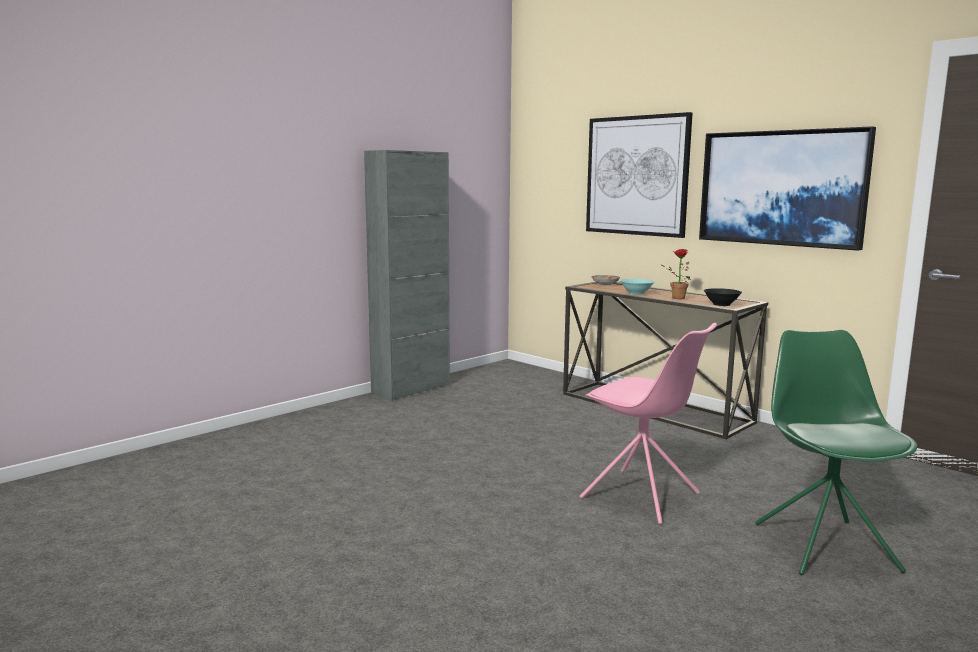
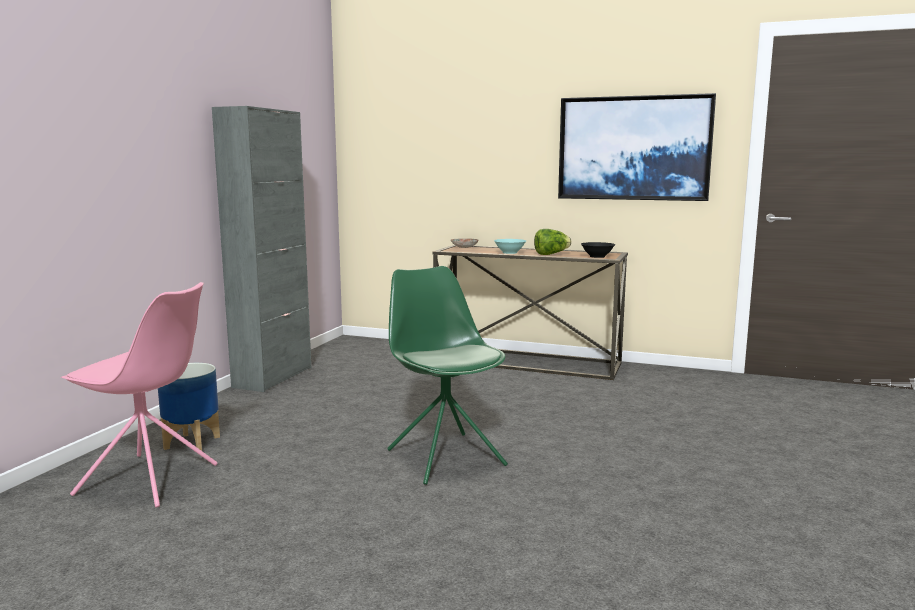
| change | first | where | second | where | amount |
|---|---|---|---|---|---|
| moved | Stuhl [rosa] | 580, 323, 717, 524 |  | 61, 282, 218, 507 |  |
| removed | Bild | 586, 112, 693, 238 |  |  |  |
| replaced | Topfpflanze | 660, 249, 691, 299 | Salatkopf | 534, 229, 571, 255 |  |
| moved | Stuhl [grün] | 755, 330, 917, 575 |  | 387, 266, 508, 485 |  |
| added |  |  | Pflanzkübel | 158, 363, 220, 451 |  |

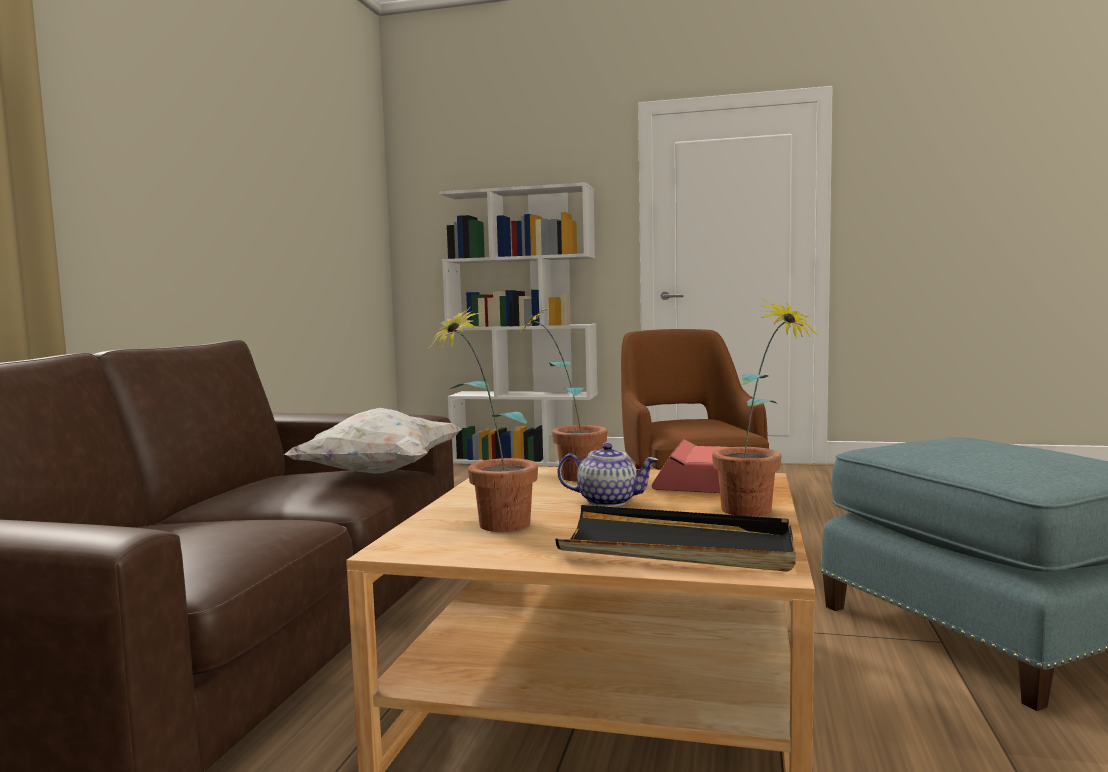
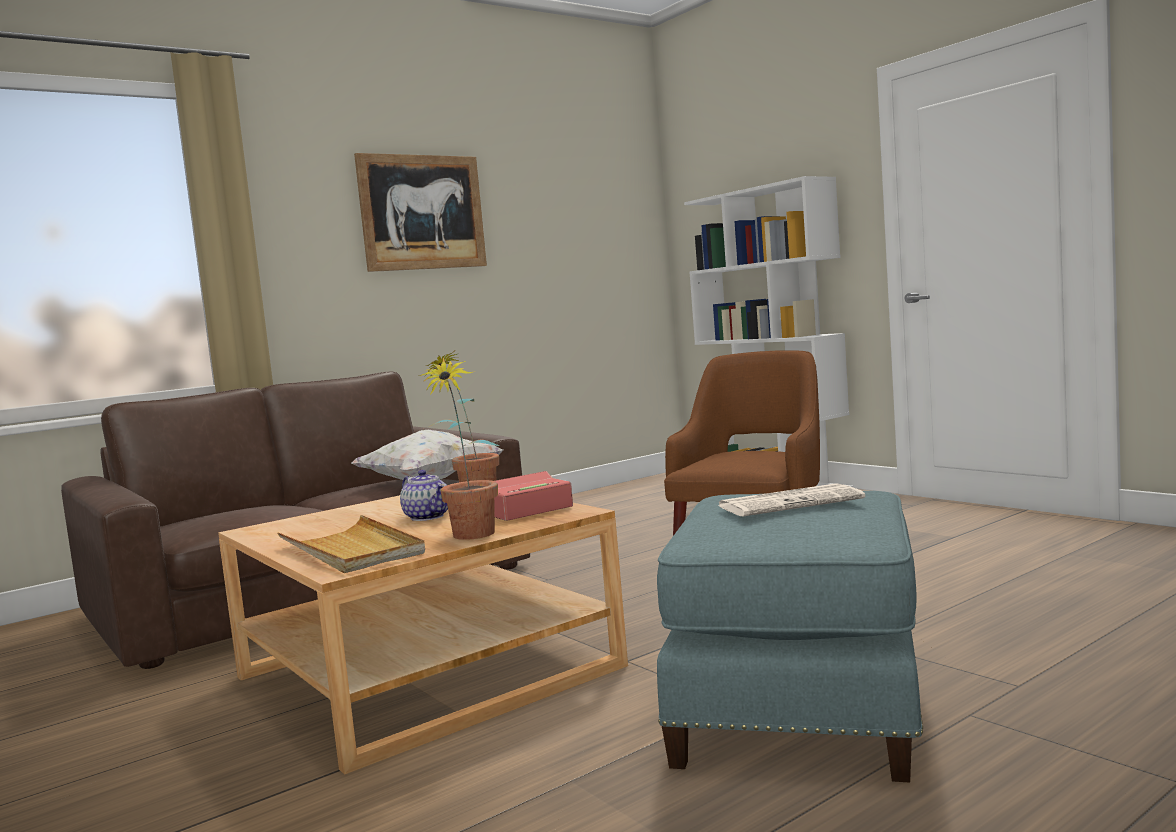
| change | first | where | second | where | amount |
|---|---|---|---|---|---|
| removed | Topfpflanze | 430, 306, 538, 532 |  |  |  |
| recoloured | Tablett [schwarz] | 555, 505, 795, 572 | Tablett [beige] | 278, 515, 425, 573 |  |
| added |  |  | Bild | 354, 153, 487, 272 |  |
| added |  |  | Zeitung | 718, 483, 865, 516 |  |

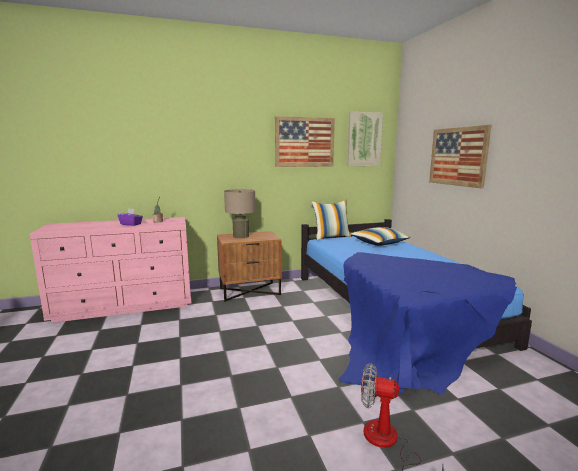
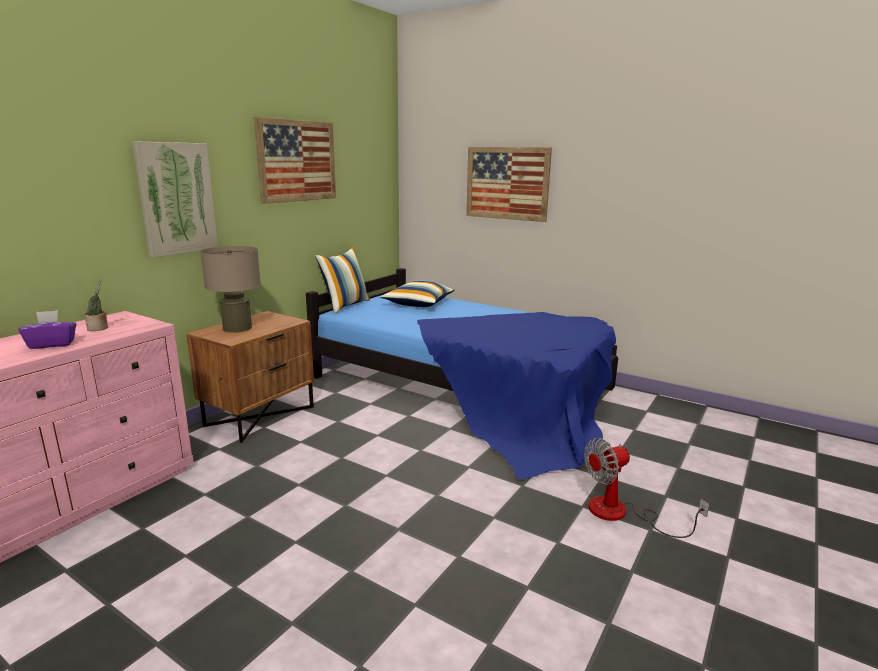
| change | first | where | second | where | amount |
|---|---|---|---|---|---|
| moved | Bild | 347, 112, 383, 166 |  | 132, 141, 218, 258 |  |

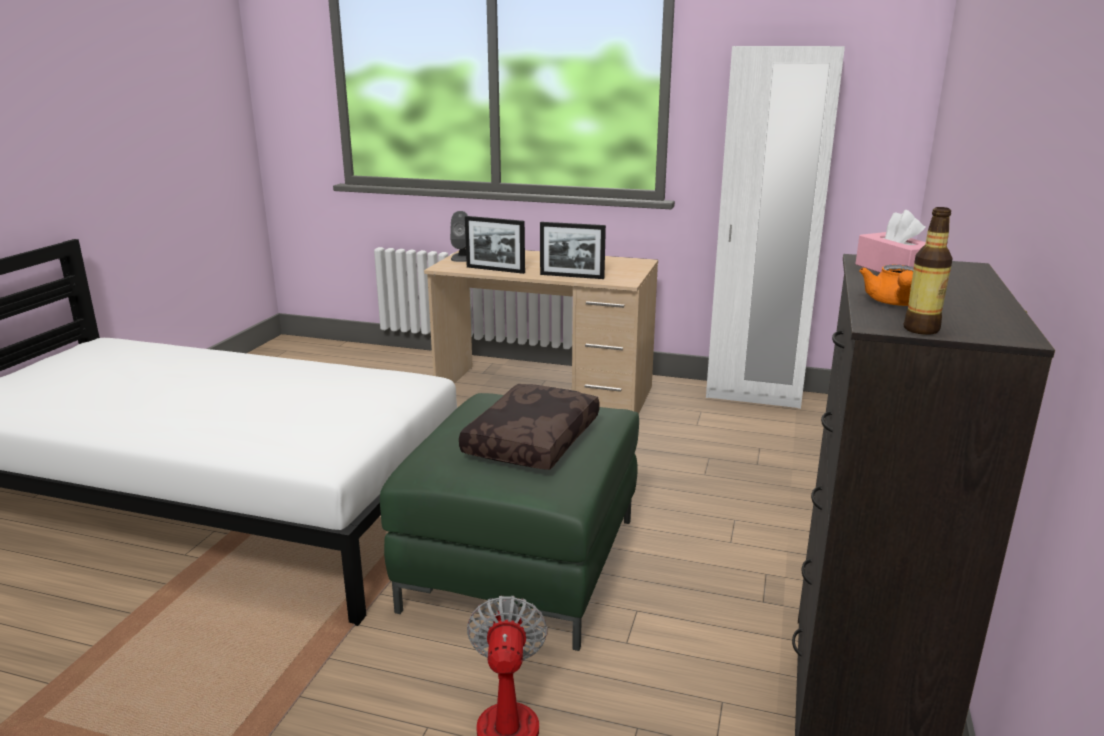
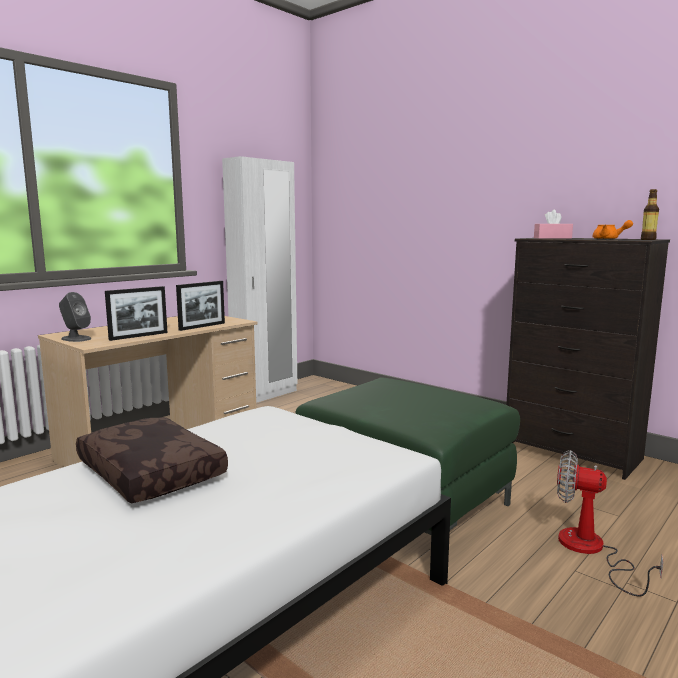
| change | first | where | second | where | amount |
|---|---|---|---|---|---|
| moved | Kissen [braun] | 459, 384, 600, 470 |  | 76, 417, 228, 503 |  |

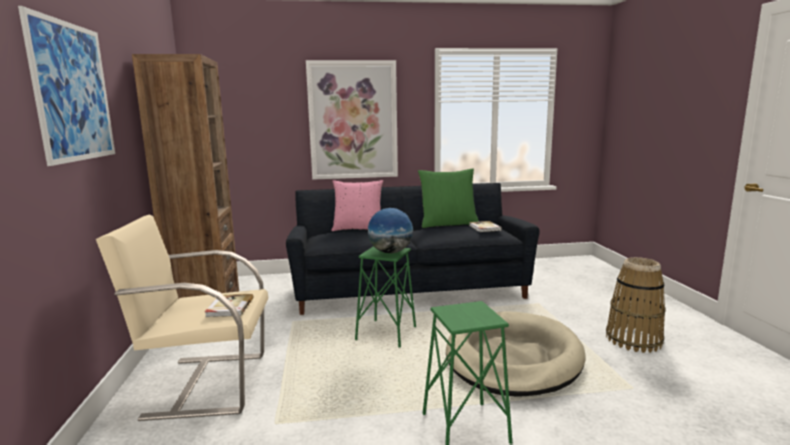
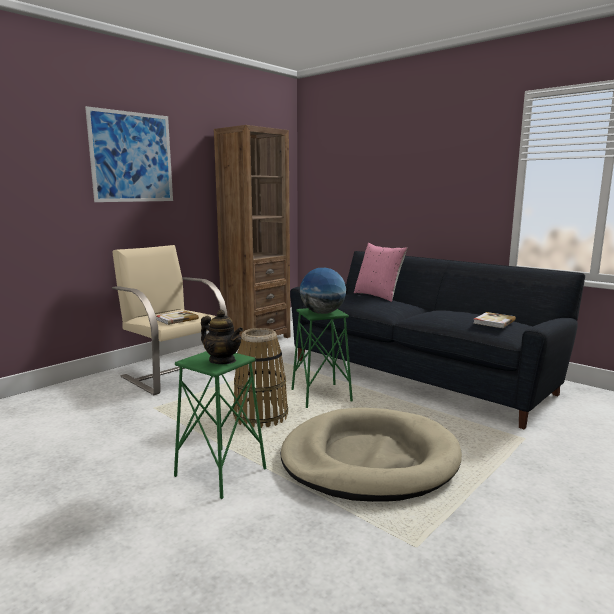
| change | first | where | second | where | amount |
|---|---|---|---|---|---|
| removed | Bild | 306, 60, 398, 180 |  |  |  |
| removed | Kissen [grün] | 418, 168, 479, 228 |  |  |  |
| moved | Korb | 606, 257, 666, 353 |  | 233, 328, 288, 428 |  |
| added |  |  | Teekanne | 201, 310, 243, 364 |  |

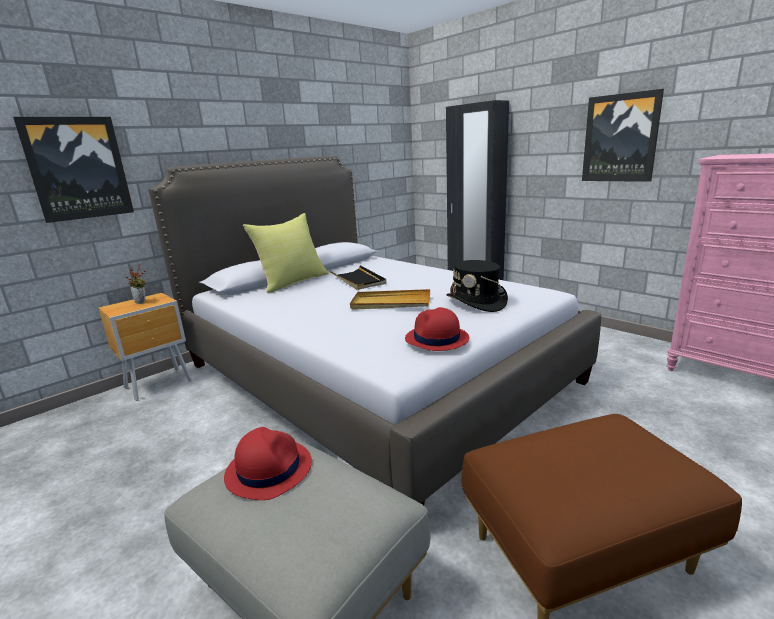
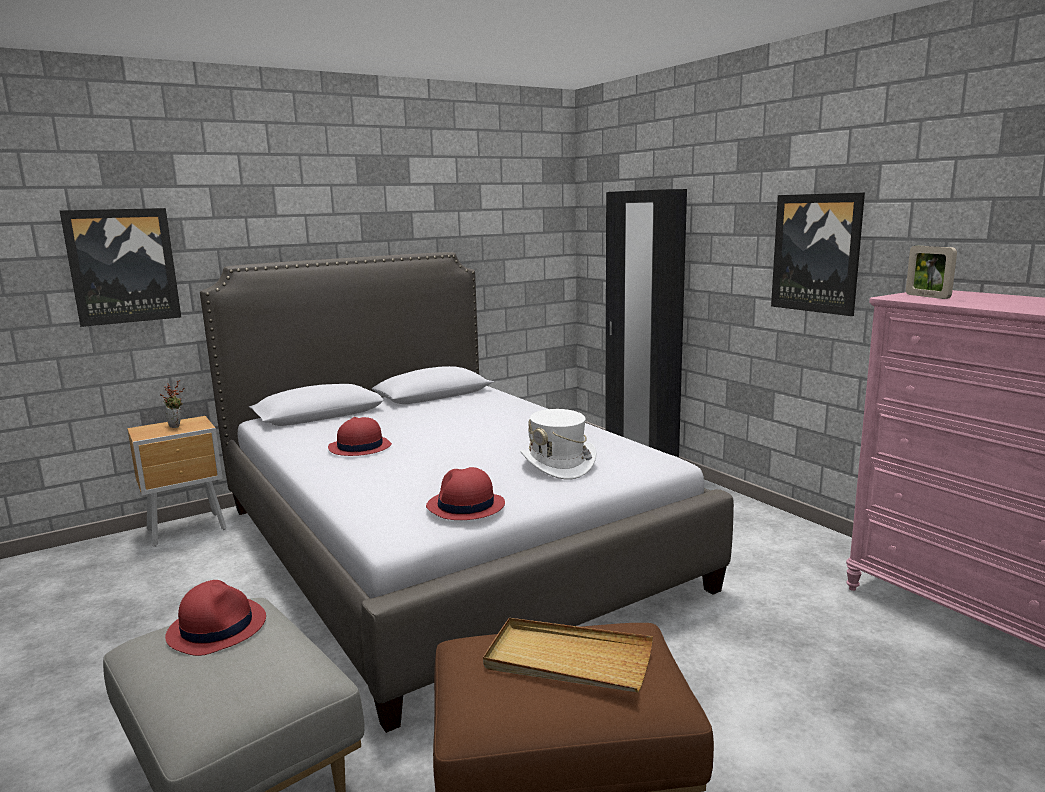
| change | first | where | second | where | amount |
|---|---|---|---|---|---|
| removed | Kissen [gelb] | 243, 213, 329, 293 |  |  |  |
| removed | Tablett [schwarz] | 330, 265, 387, 290 |  |  |  |
| moved | Tablett [beige] | 350, 289, 430, 310 |  | 483, 618, 653, 692 |  |
| recoloured | Hut [schwarz] | 446, 260, 508, 312 | Hut [weiß] | 520, 409, 596, 480 |  |
| added |  |  | Hut [rot] | 328, 417, 392, 456 |  |
| added |  |  | Bilderrahmen | 906, 246, 957, 299 |  |

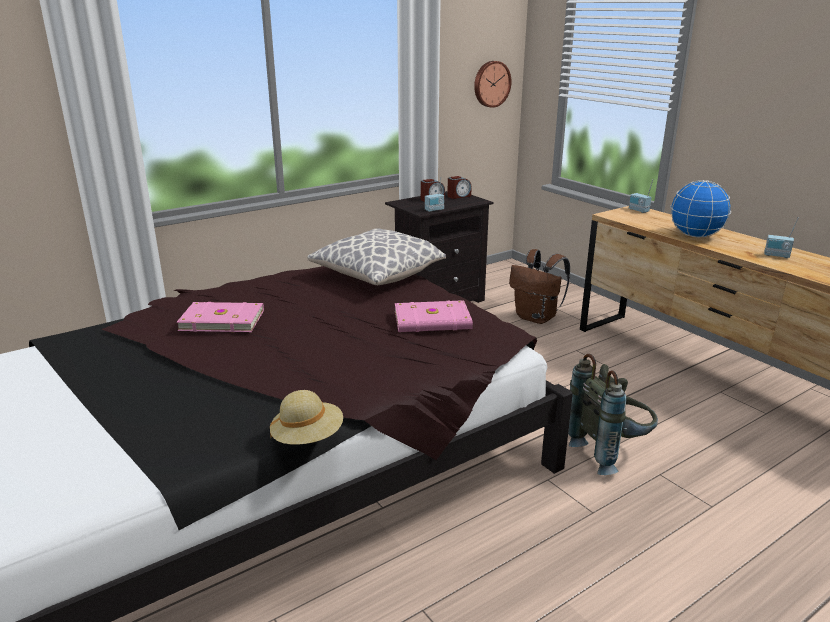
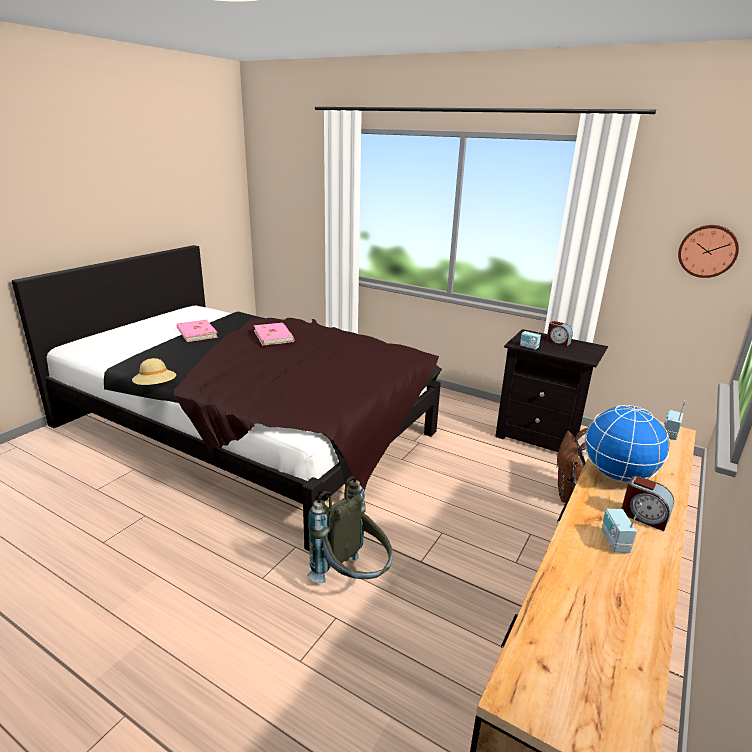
| change | first | where | second | where | amount |
|---|---|---|---|---|---|
| removed | Kissen | 308, 228, 446, 285 |  |  |  |
| moved | Buch [rosa] | 395, 300, 473, 332 |  | 176, 320, 218, 342 |  |
| moved | Wecker | 447, 176, 472, 199 |  | 621, 476, 674, 531 |  |

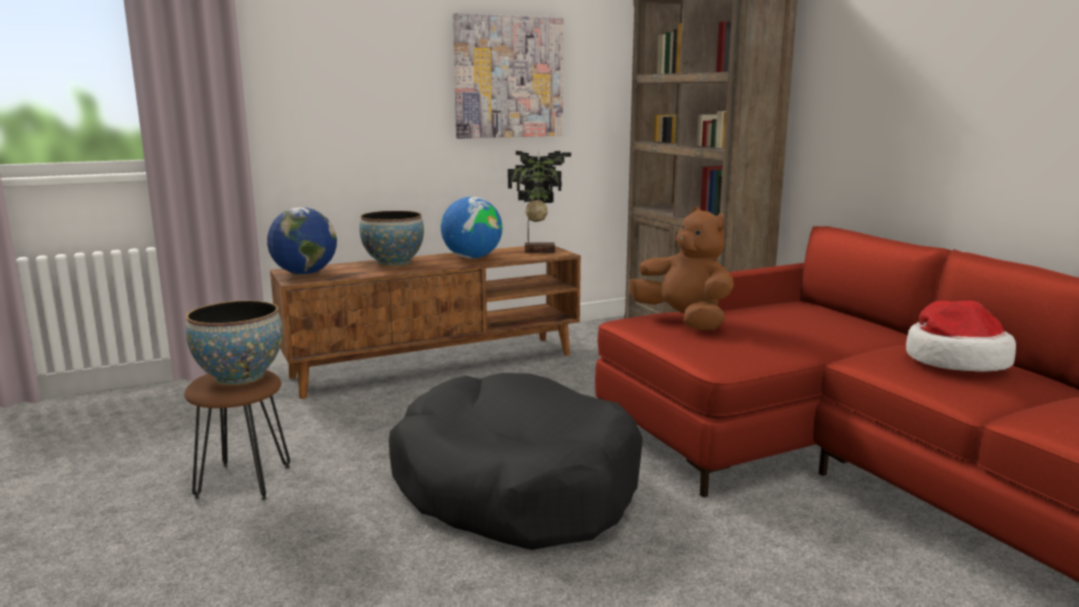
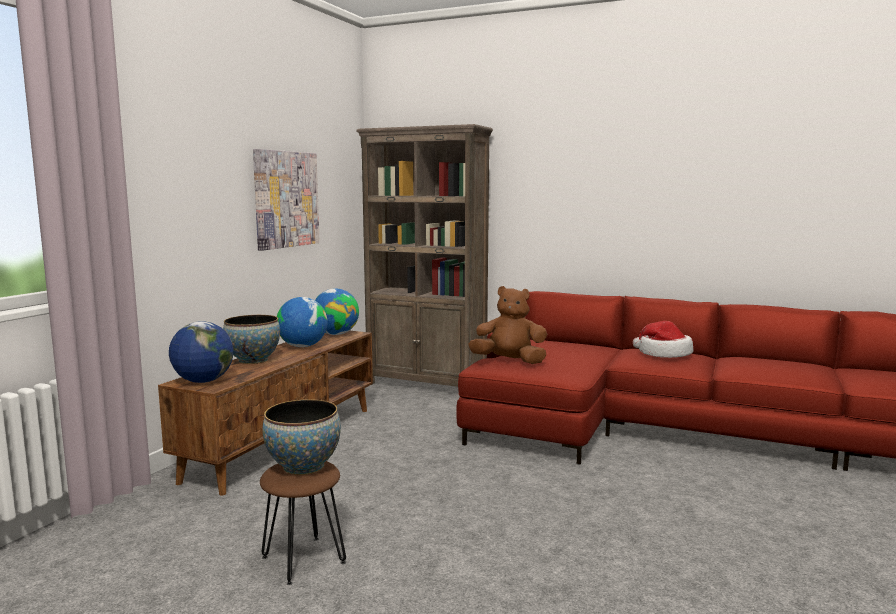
| change | first | where | second | where | amount |
|---|---|---|---|---|---|
| removed | Hundebett [schwarz] | 389, 373, 643, 550 |  |  |  |
| replaced | Topfpflanze | 508, 151, 571, 253 | Globus | 315, 289, 359, 335 |  |

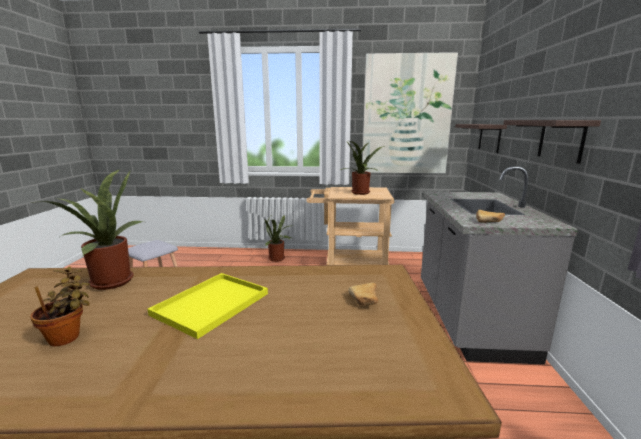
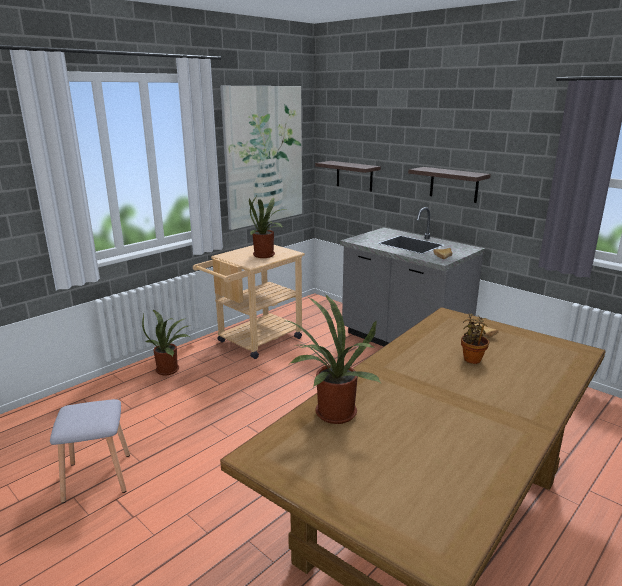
| change | first | where | second | where | amount |
|---|---|---|---|---|---|
| moved | Topfpflanze | 30, 267, 90, 346 |  | 461, 314, 489, 364 |  |
| removed | Tablett [gelb] | 147, 273, 268, 339 |  |  |  |

